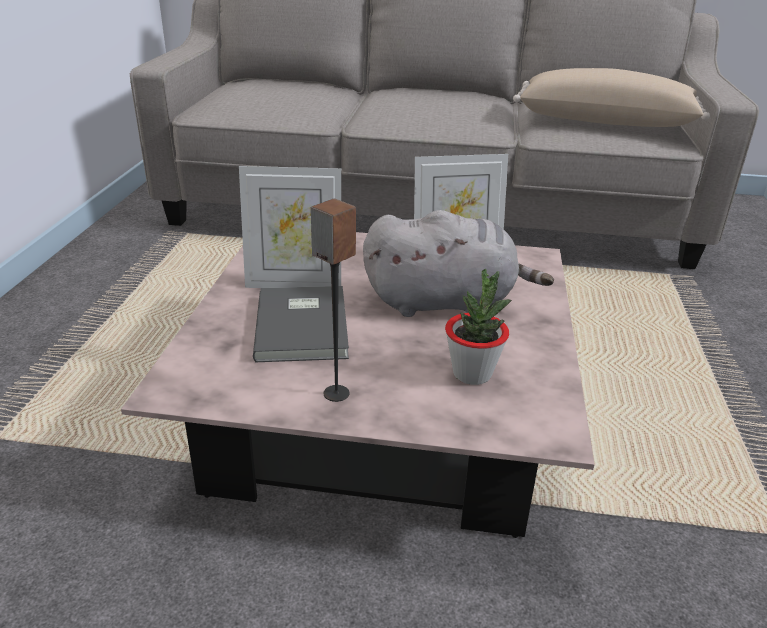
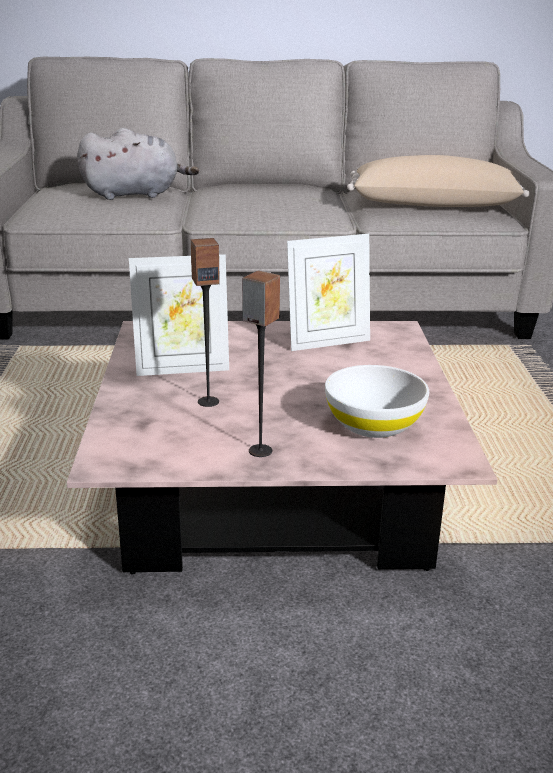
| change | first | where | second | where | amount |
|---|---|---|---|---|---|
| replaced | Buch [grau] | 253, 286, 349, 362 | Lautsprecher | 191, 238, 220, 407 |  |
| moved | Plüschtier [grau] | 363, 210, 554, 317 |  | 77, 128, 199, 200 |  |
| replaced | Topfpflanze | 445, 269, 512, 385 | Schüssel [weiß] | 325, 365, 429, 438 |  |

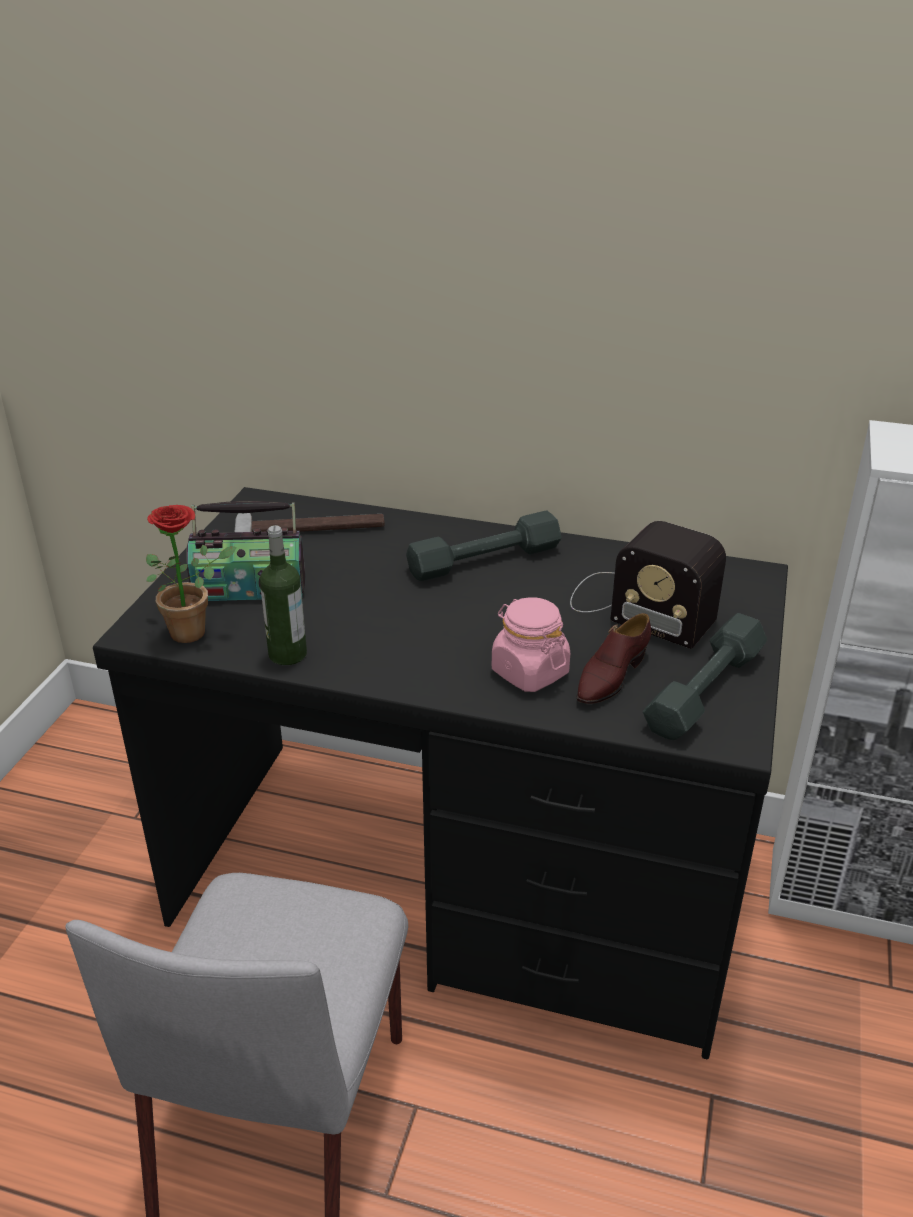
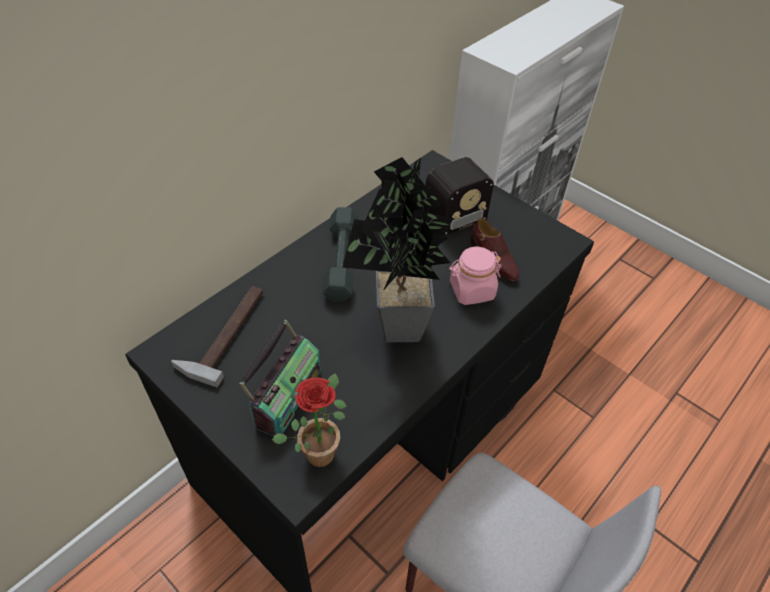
| change | first | where | second | where | amount |
|---|---|---|---|---|---|
| removed | Flasche | 260, 525, 307, 665 |  |  |  |
| removed | Hantel [grau] | 643, 613, 767, 740 |  |  |  |
| added |  |  | Topfpflanze | 342, 157, 454, 342 |  |

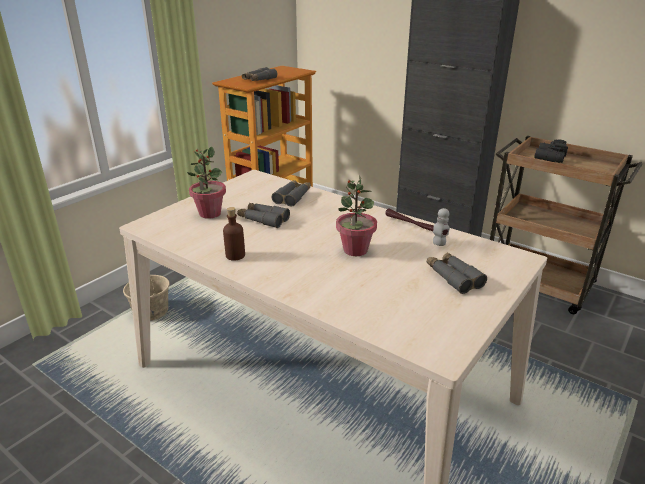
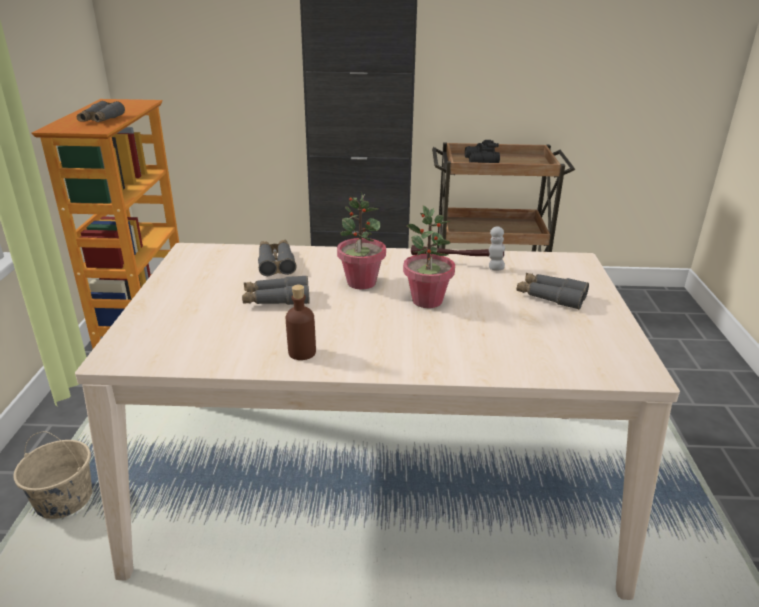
| change | first | where | second | where | amount |
|---|---|---|---|---|---|
| moved | Topfpflanze | 187, 147, 226, 219 |  | 337, 192, 386, 289 |  |

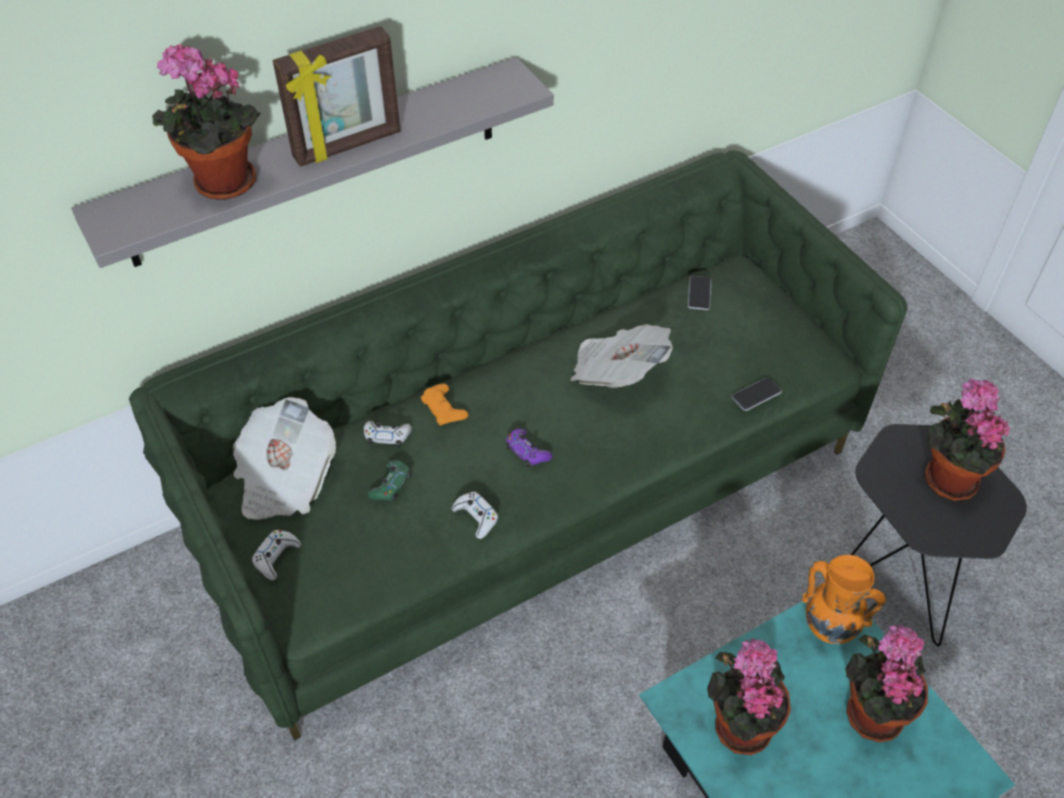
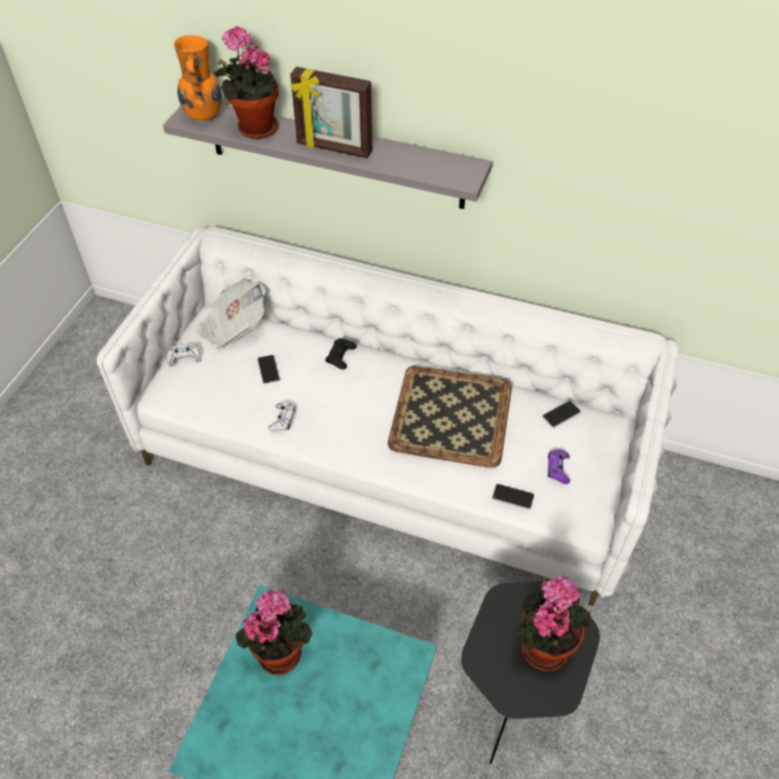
| change | first | where | second | where | amount |
|---|---|---|---|---|---|
| recoloured | Sofa [grün] | 129, 151, 908, 740 | Sofa [weiß] | 96, 226, 679, 606 |  |
| removed | Gamepad [weiß] | 364, 421, 412, 447 |  |  |  |
| replaced | Gamepad [grün] | 368, 460, 411, 501 | Handy | 257, 355, 280, 384 |  |
| recoloured | Gamepad [orange] | 420, 383, 468, 426 | Gamepad [schwarz] | 325, 338, 357, 370 |  |
| moved | Gamepad [lila] | 506, 429, 552, 468 |  | 548, 449, 570, 484 |  |
| replaced | Zeitung | 571, 324, 673, 388 | Tablett | 388, 366, 512, 468 |  |
| moved | Vase [orange] | 802, 555, 886, 644 |  | 174, 35, 222, 122 |  |
| removed | Topfpflanze | 846, 624, 928, 743 |  |  |  |

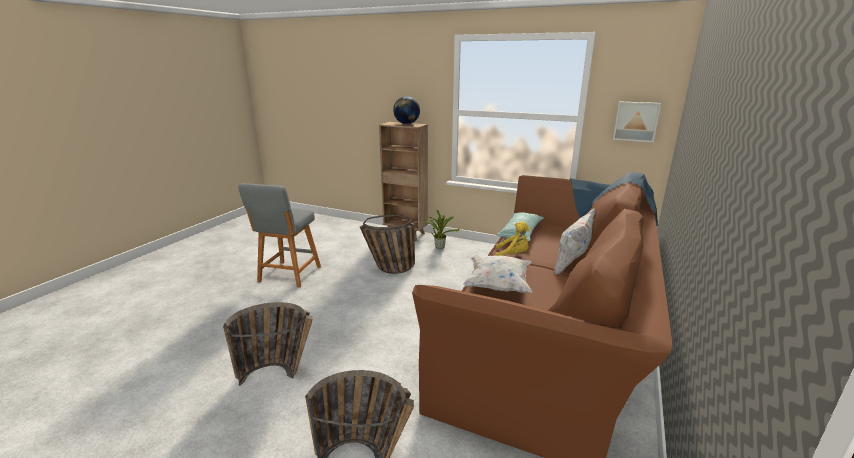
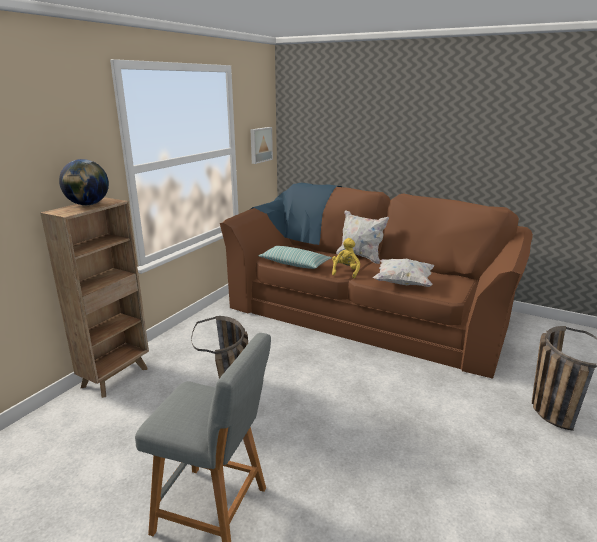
| change | first | where | second | where | amount |
|---|---|---|---|---|---|
| removed | Korb | 223, 302, 313, 386 |  |  |  |
| removed | Topfpflanze | 425, 210, 459, 249 |  |  |  |

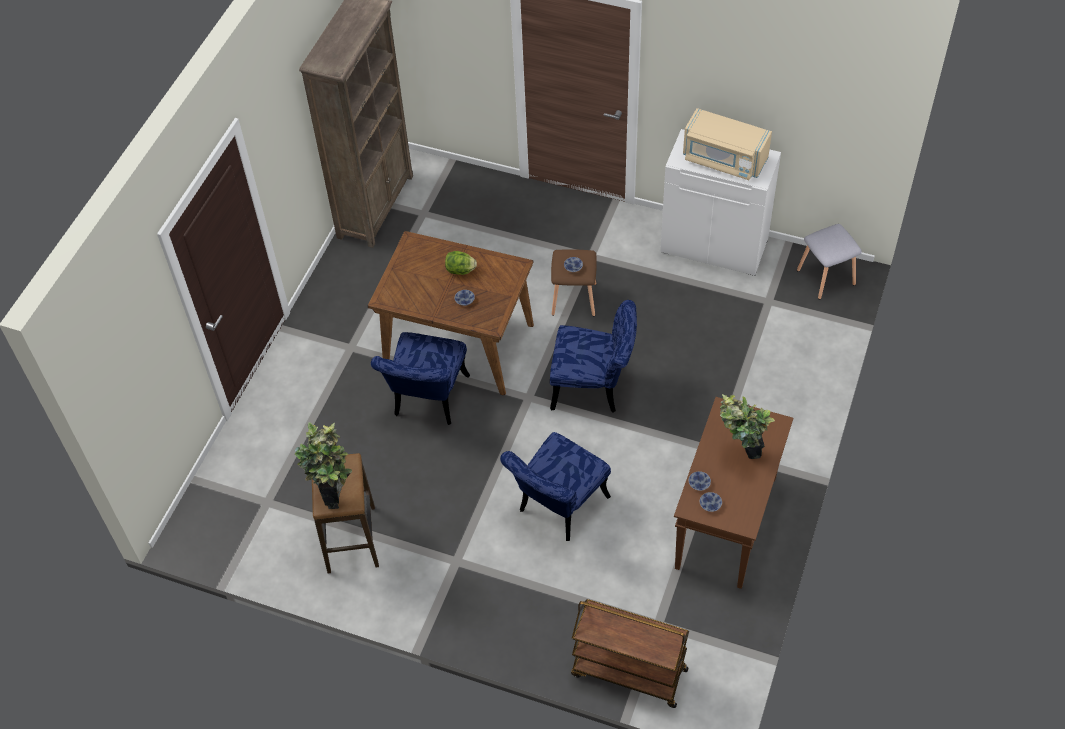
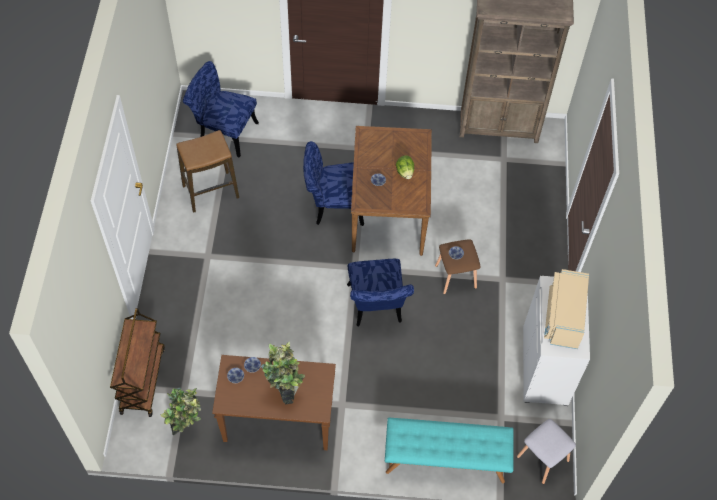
| change | first | where | second | where | amount |
|---|---|---|---|---|---|
| moved | Topfpflanze | 295, 422, 352, 509 |  | 161, 387, 201, 435 |  |
| moved | Stuhl [blau] | 500, 432, 611, 541 |  | 183, 61, 259, 158 |  |
| added |  |  | Bank [türkis] | 385, 418, 514, 483 |  |

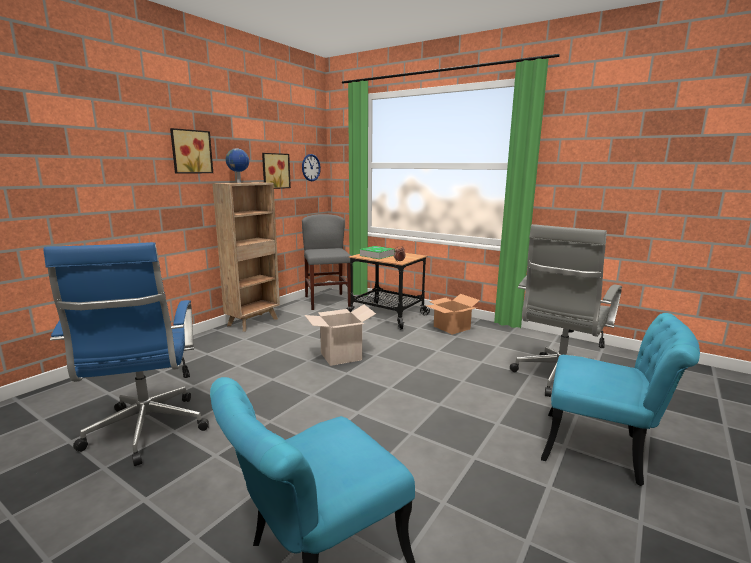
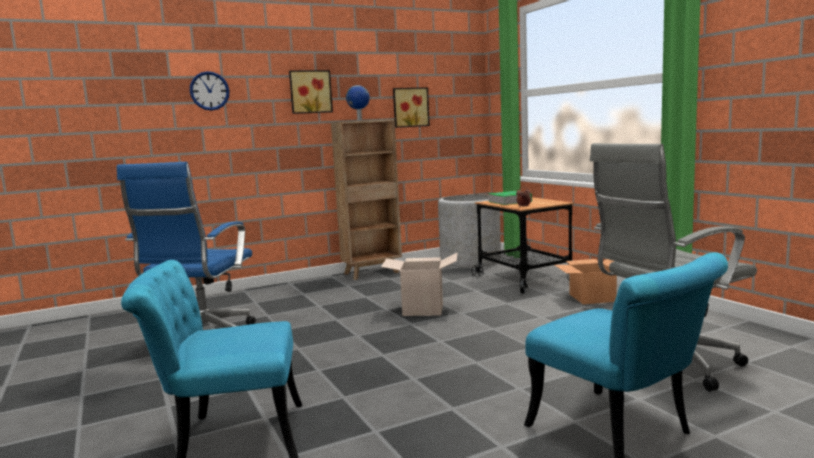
| change | first | where | second | where | amount |
|---|---|---|---|---|---|
| moved | Wanduhr | 302, 154, 321, 181 |  | 190, 71, 230, 111 |  |
| replaced | Stuhl [grau] | 302, 214, 351, 310 | Pflanzkübel [grau] | 438, 194, 501, 268 |  |

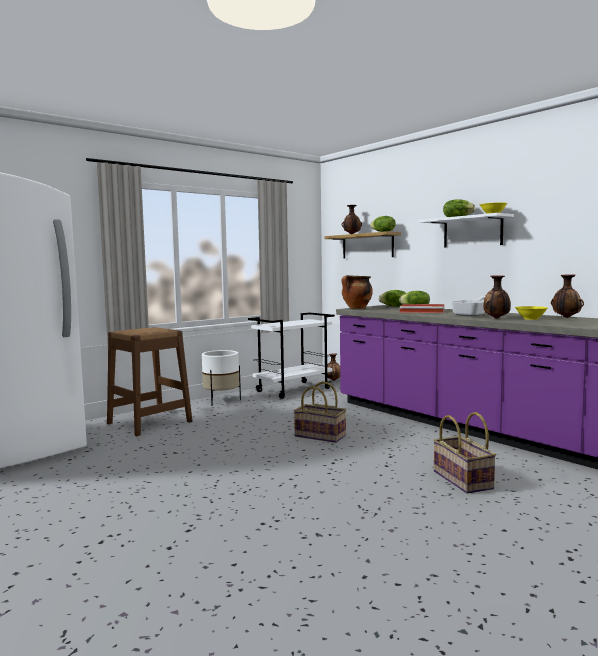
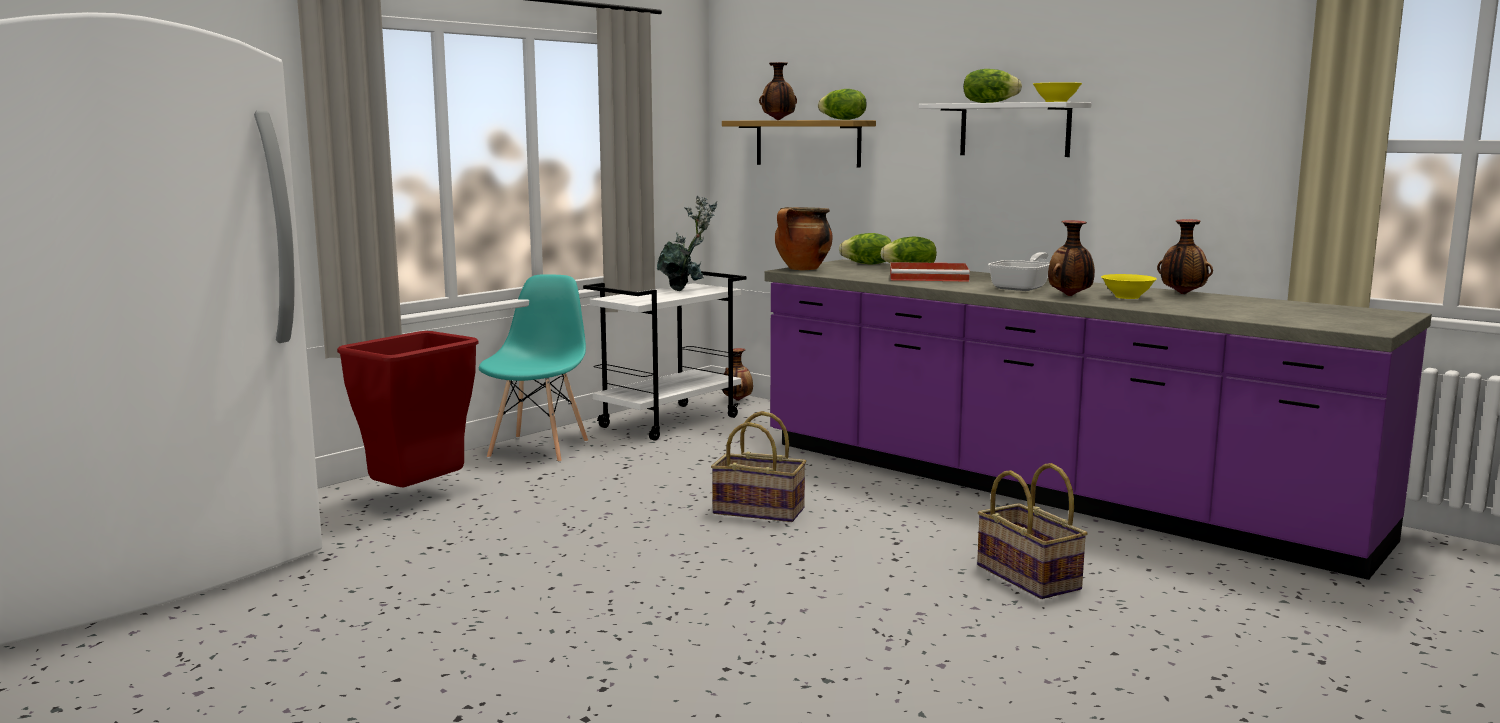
| change | first | where | second | where | amount |
|---|---|---|---|---|---|
| replaced | Hocker [braun] | 107, 327, 193, 436 | Mülleimer [rot] | 337, 331, 479, 488 |  |
| replaced | Pflanzkübel [weiß] | 202, 350, 241, 406 | Stuhl [türkis] | 479, 274, 588, 463 |  |
| added |  |  | Topfpflanze | 657, 196, 717, 291 |  |

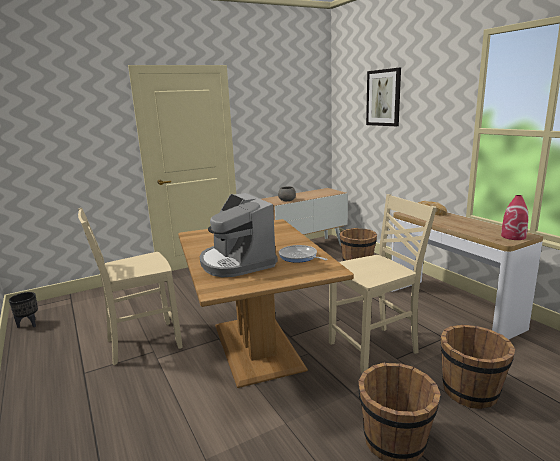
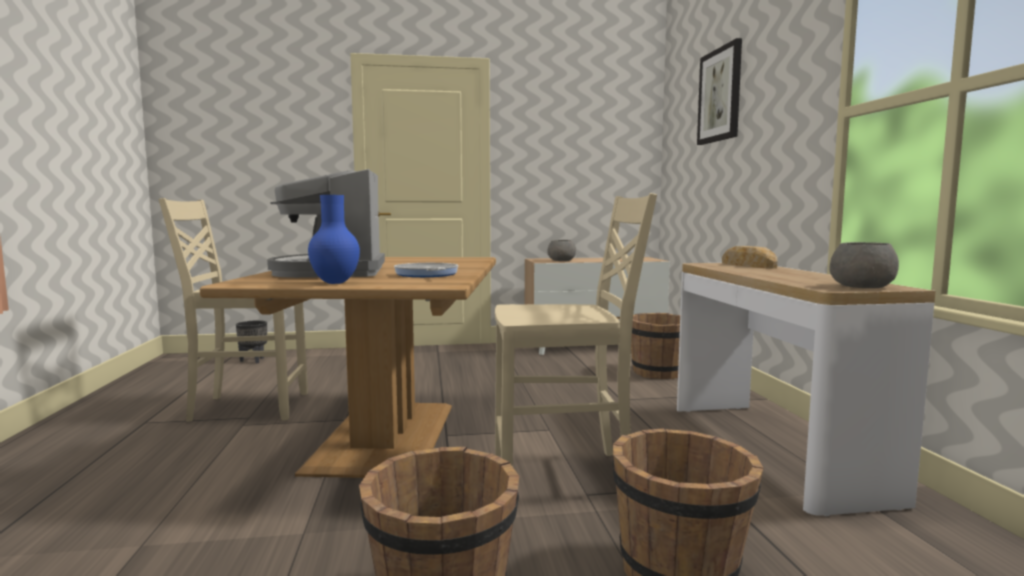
| change | first | where | second | where | amount |
|---|---|---|---|---|---|
| moved | Pflanzkübel [schwarz] | 9, 292, 38, 328 |  | 236, 320, 267, 363 |  |
| replaced | Vase [rot] | 501, 195, 529, 240 | Schüssel [grau] | 829, 242, 899, 288 |  |
| added |  |  | Vase [blau] | 308, 195, 360, 284 |  |

